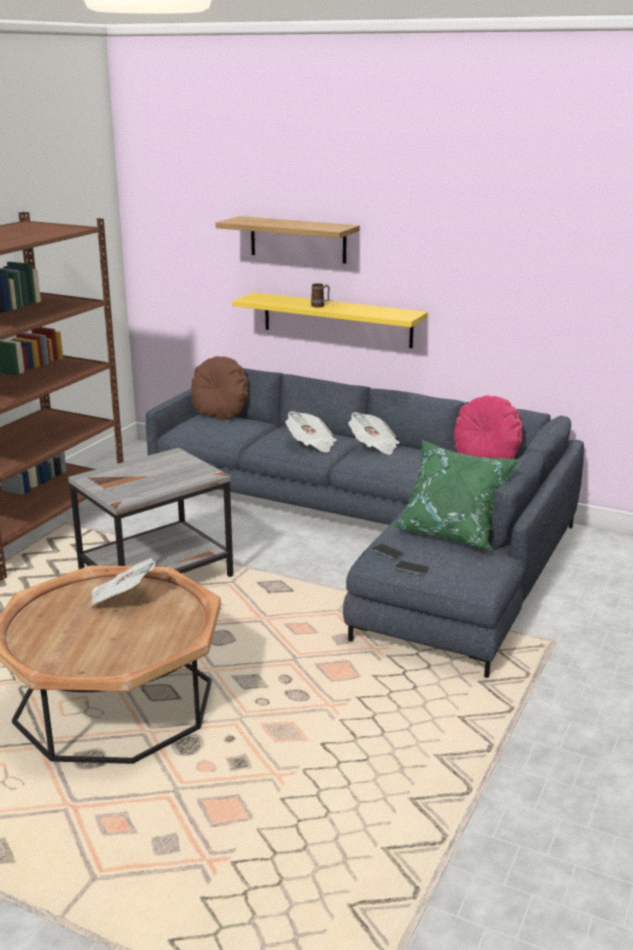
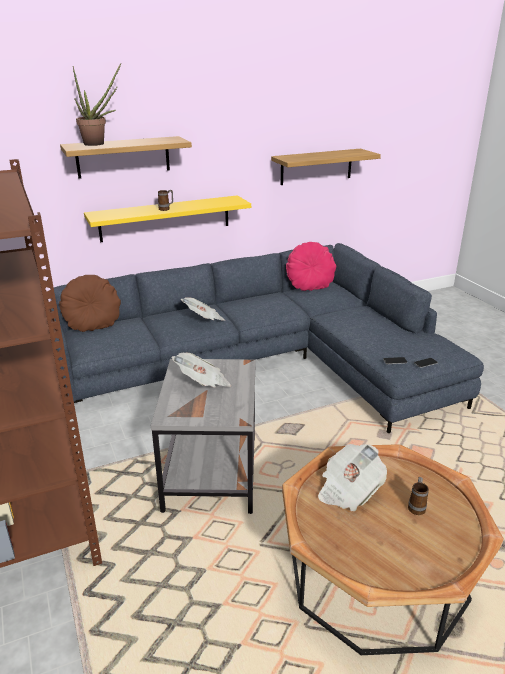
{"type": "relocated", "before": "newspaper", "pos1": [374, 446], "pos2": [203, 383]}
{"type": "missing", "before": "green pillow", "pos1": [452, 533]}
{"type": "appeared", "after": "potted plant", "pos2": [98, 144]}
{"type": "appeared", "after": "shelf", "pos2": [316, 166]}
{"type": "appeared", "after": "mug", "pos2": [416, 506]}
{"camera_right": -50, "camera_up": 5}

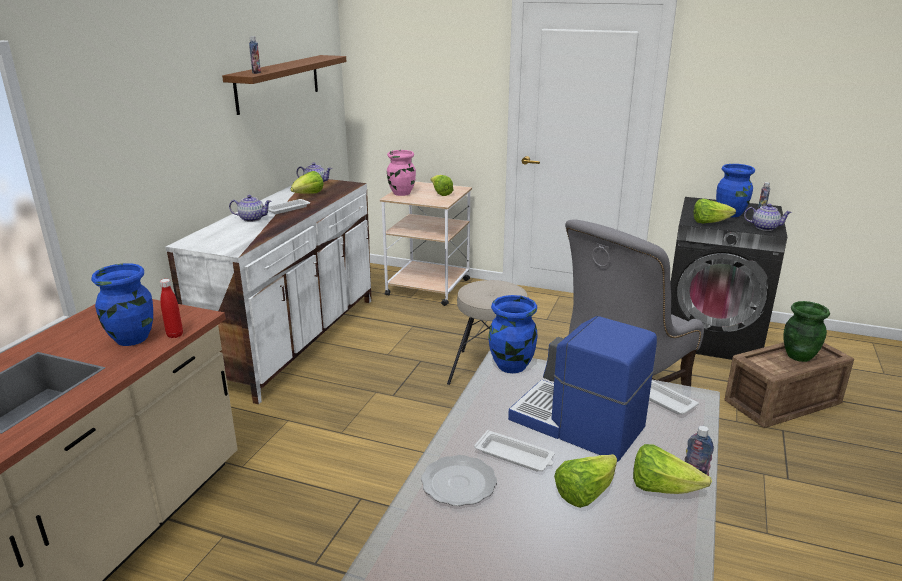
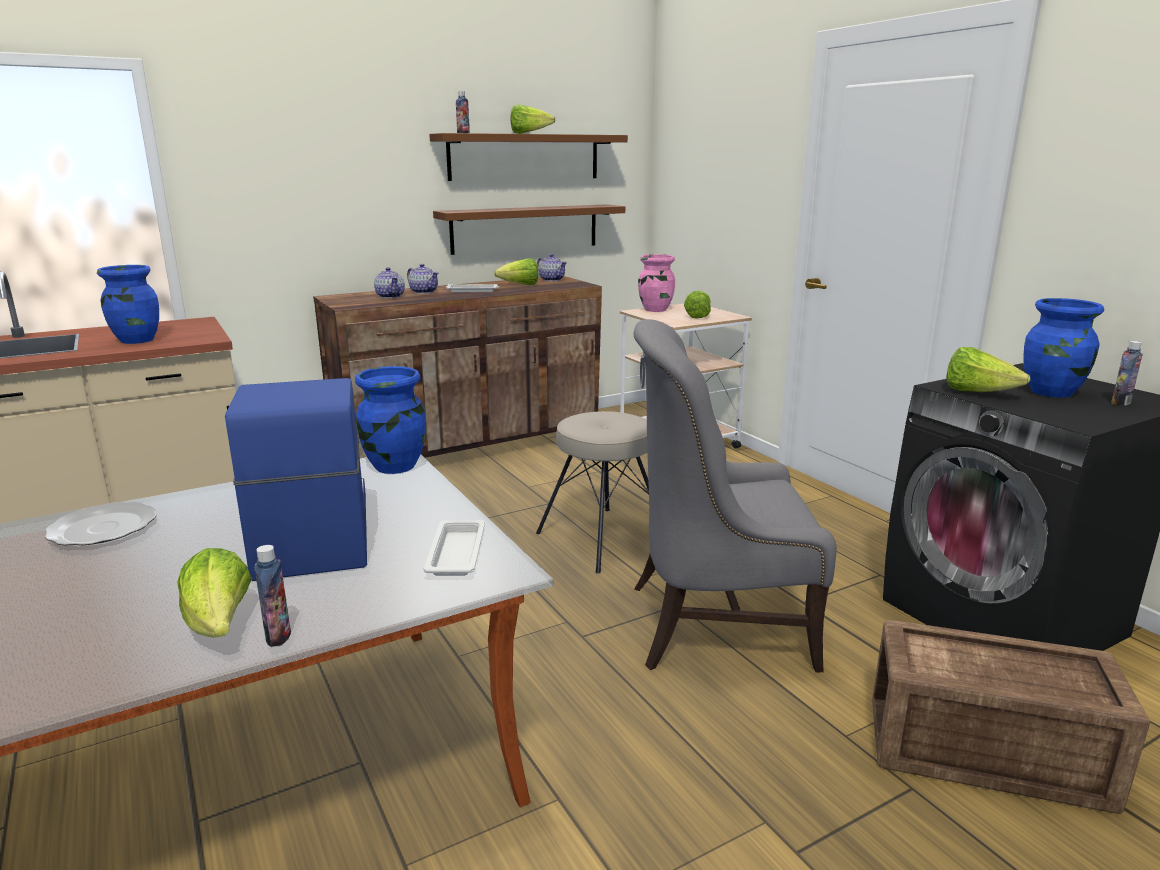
{"type": "missing", "before": "red bottle", "pos1": [175, 335]}
{"type": "colour", "before": "white cabinet", "after": "brown cabinet", "pos1": [295, 339], "pos2": [472, 448]}
{"type": "missing", "before": "white tray", "pos1": [515, 456]}
{"type": "relocated", "before": "lettuce", "pos1": [584, 493], "pos2": [529, 133]}
{"type": "relocated", "before": "teapot", "pos1": [764, 227], "pos2": [390, 296]}
{"type": "missing", "before": "green vase", "pos1": [798, 356]}
{"type": "appeared", "after": "brown shelf", "pos2": [525, 228]}
{"camera_right": 40, "camera_up": -5}

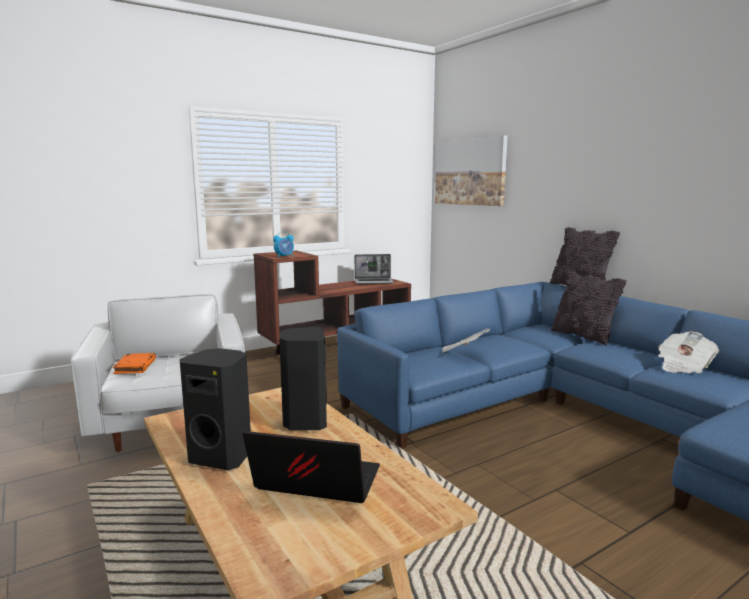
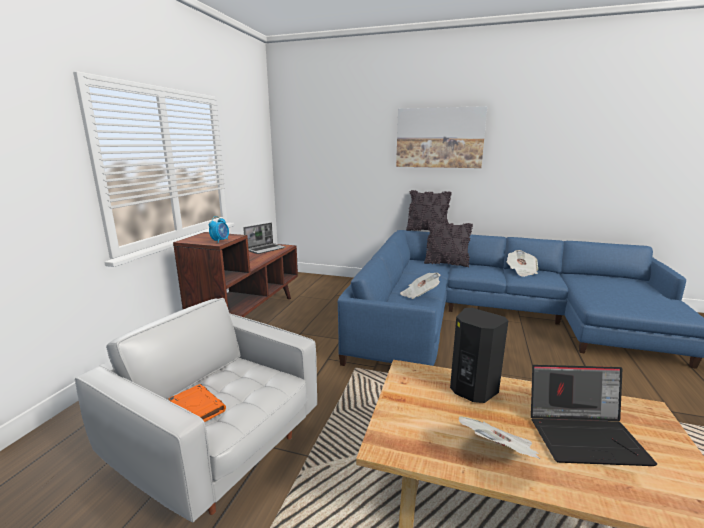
{"type": "exchanged", "before": "black speaker", "after": "newspaper", "pos1": [222, 457], "pos2": [498, 453]}
{"type": "spun", "before": "laptop", "pos1": [314, 484], "pos2": [585, 436], "turn": -150}
{"type": "relocated", "before": "picture", "pos1": [470, 172], "pos2": [439, 138]}
{"camera_right": -40, "camera_up": 5}

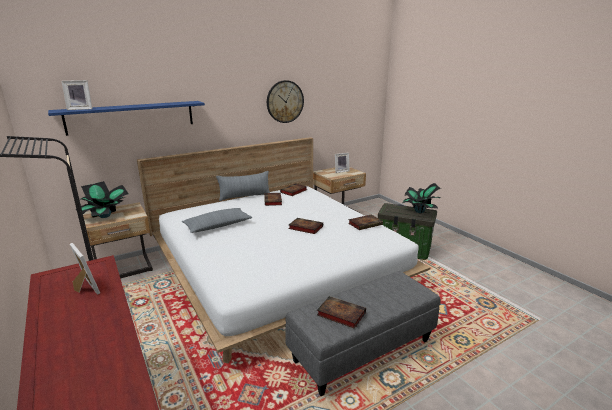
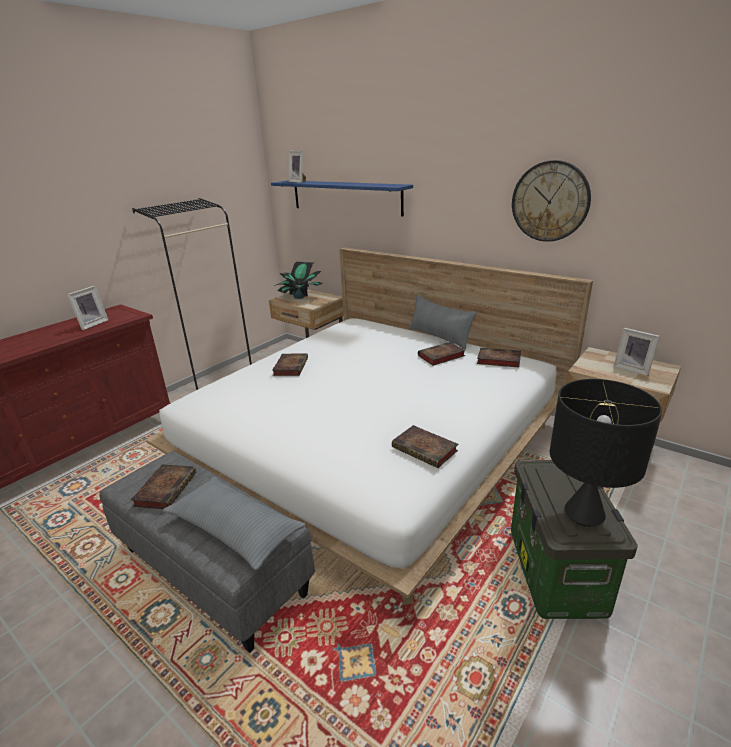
{"type": "relocated", "before": "grey pillow", "pos1": [217, 226], "pos2": [234, 529]}
{"type": "relocated", "before": "book", "pos1": [305, 227], "pos2": [290, 366]}
{"type": "exchanged", "before": "potted plant", "after": "black table lamp", "pos1": [419, 211], "pos2": [584, 516]}
{"camera_right": 70, "camera_up": 5}

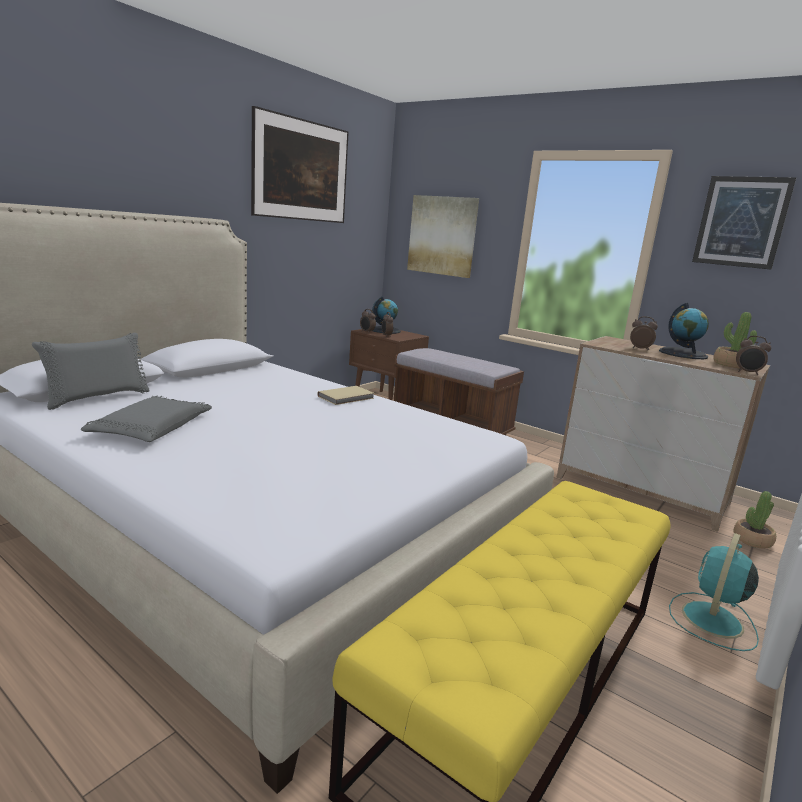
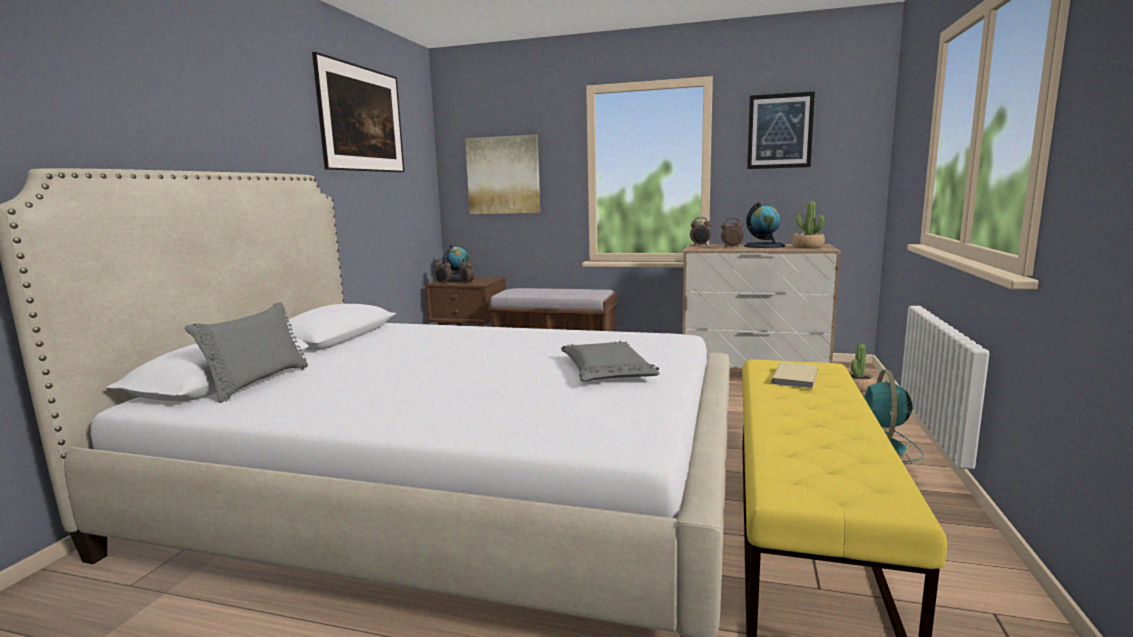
{"type": "relocated", "before": "grey pillow", "pos1": [152, 426], "pos2": [606, 369]}
{"type": "relocated", "before": "beige book", "pos1": [347, 397], "pos2": [796, 378]}
{"type": "relocated", "before": "alarm clock", "pos1": [748, 373], "pos2": [700, 245]}
{"camera_right": -20, "camera_up": -5}

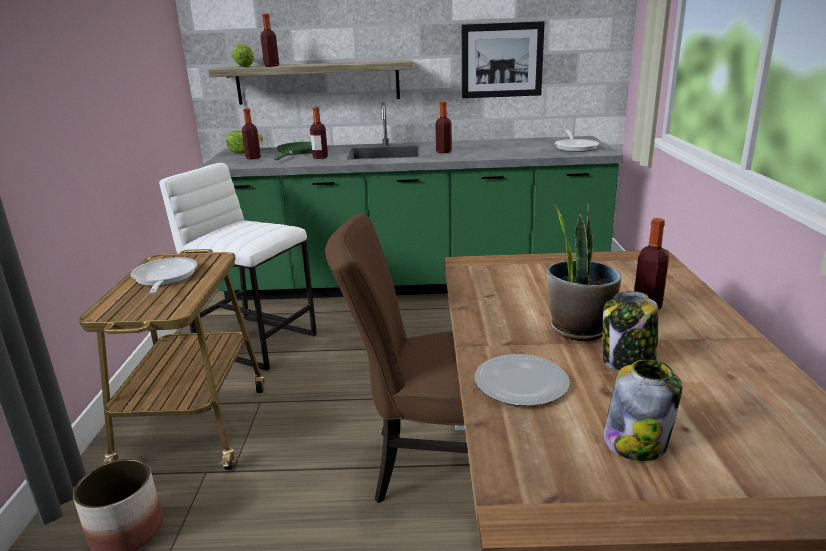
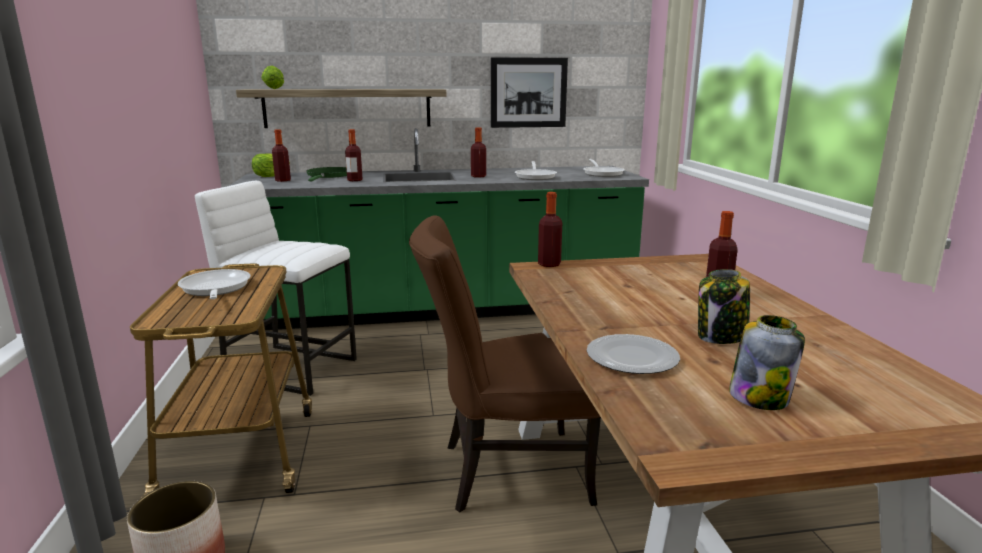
{"type": "relocated", "before": "bottle", "pos1": [271, 66], "pos2": [549, 264]}
{"type": "missing", "before": "potted plant", "pos1": [578, 329]}
{"type": "appeared", "after": "frying pan", "pos2": [535, 176]}
{"camera_right": -10, "camera_up": -5}

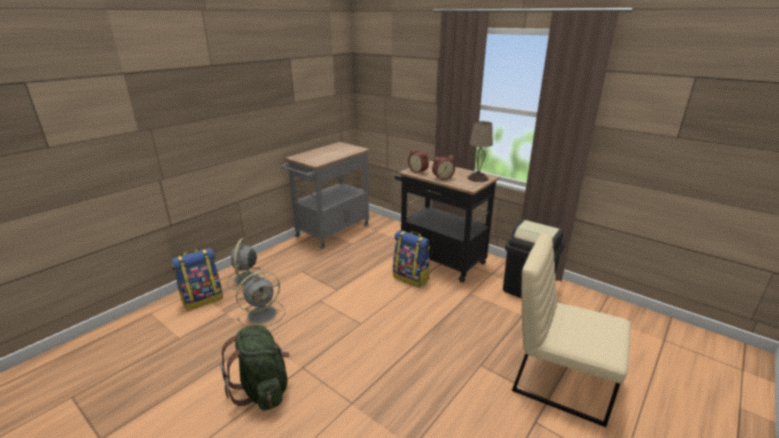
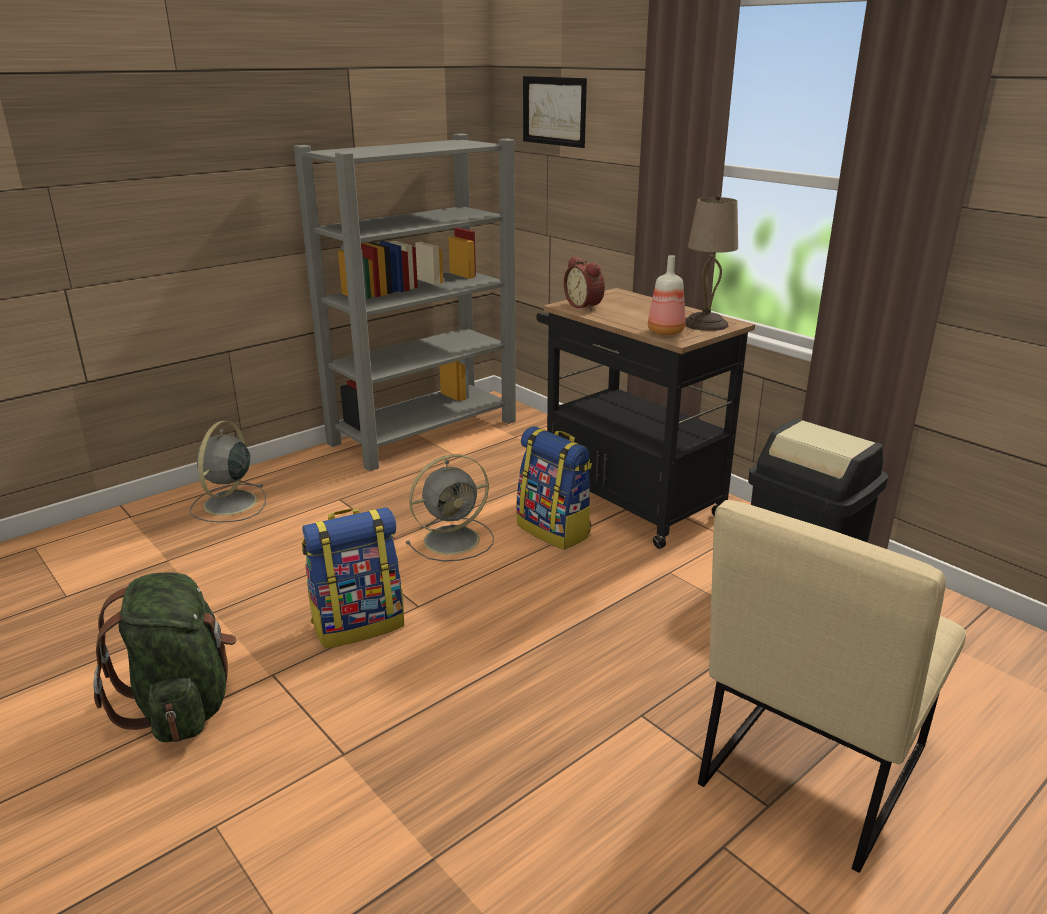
{"type": "relocated", "before": "backpack", "pos1": [203, 299], "pos2": [359, 624]}
{"type": "relocated", "before": "grey fan", "pos1": [263, 314], "pos2": [454, 539]}
{"type": "exchanged", "before": "grey cart", "after": "grey bookcase", "pos1": [331, 232], "pos2": [424, 432]}
{"type": "missing", "before": "alarm clock", "pos1": [442, 177]}
{"type": "spun", "before": "beige chair", "pos1": [559, 380], "pos2": [809, 769], "turn": -90}
{"type": "appeared", "after": "picture", "pos2": [554, 111]}
{"type": "appeared", "after": "bottle", "pos2": [664, 332]}
{"camera_right": 10, "camera_up": 0}

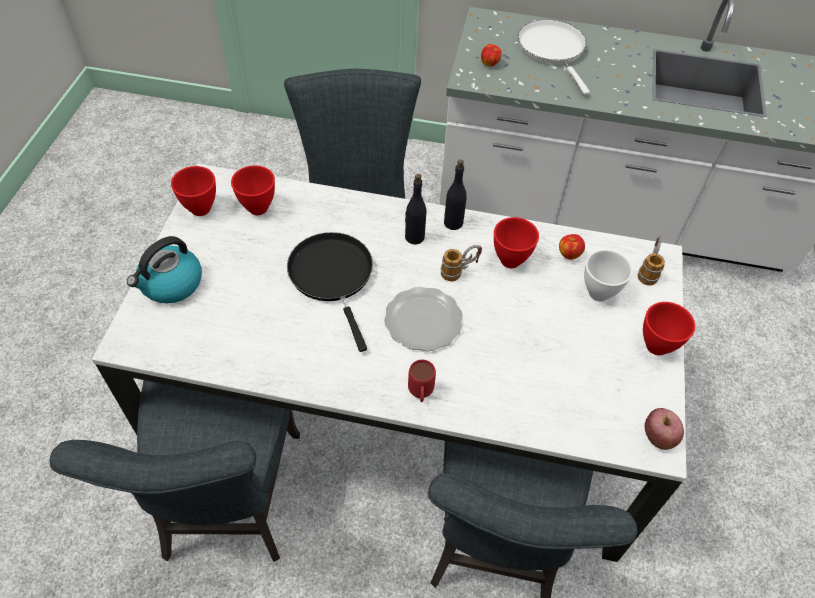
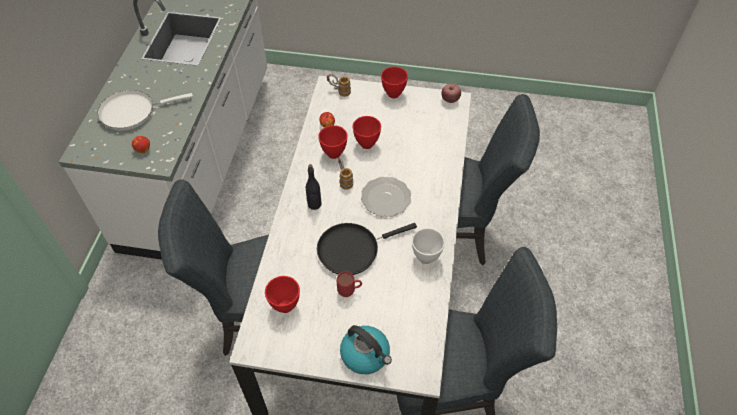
{"type": "relocated", "before": "red bowl", "pos1": [200, 208], "pos2": [366, 144]}
{"type": "relocated", "before": "red mug", "pos1": [420, 395], "pos2": [349, 292]}
{"type": "missing", "before": "black bottle", "pos1": [453, 222]}
{"type": "relocated", "before": "white bowl", "pos1": [599, 292], "pos2": [425, 257]}
{"camera_right": -90, "camera_up": 0}

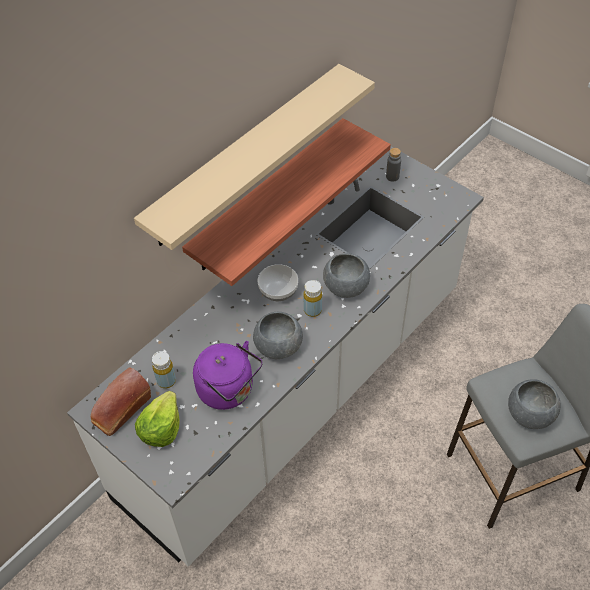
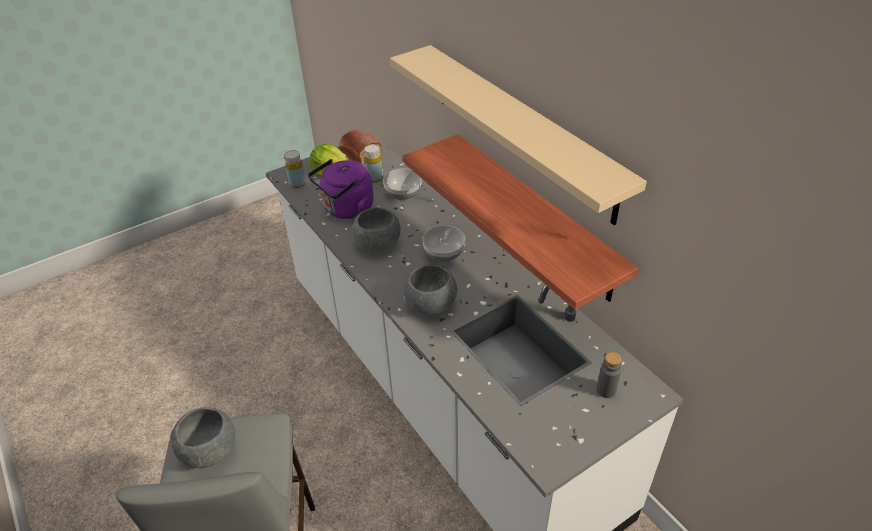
{"type": "relocated", "before": "yellow bottle", "pos1": [312, 310], "pos2": [297, 184]}
{"type": "appeared", "after": "bowl", "pos2": [403, 194]}
{"camera_right": 105, "camera_up": -10}

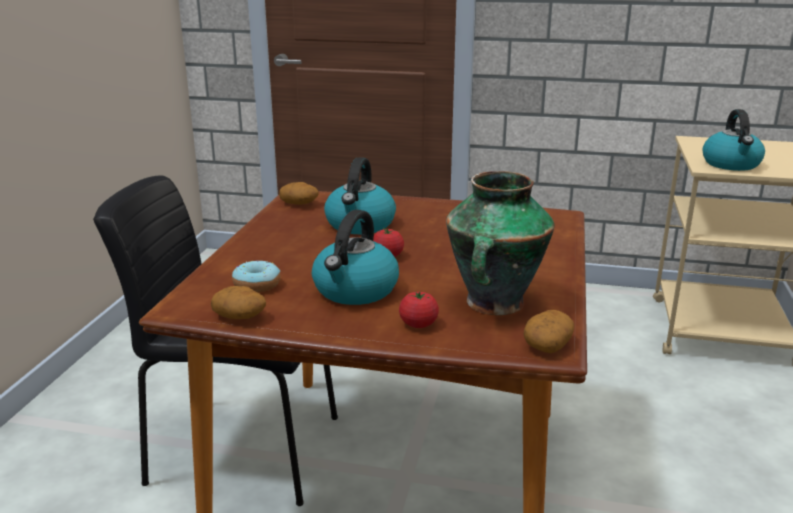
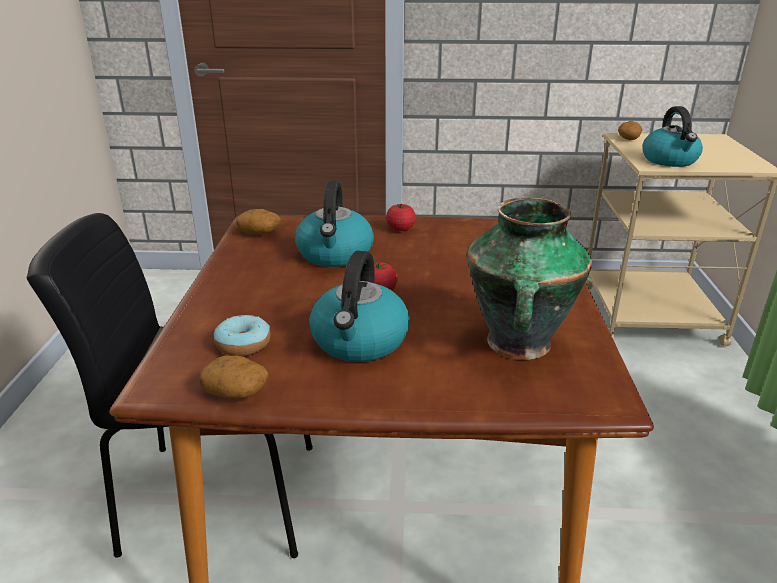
{"type": "relocated", "before": "tomato", "pos1": [418, 324], "pos2": [400, 229]}
{"type": "relocated", "before": "potato", "pos1": [547, 345], "pos2": [628, 138]}
{"camera_right": -10, "camera_up": 5}

